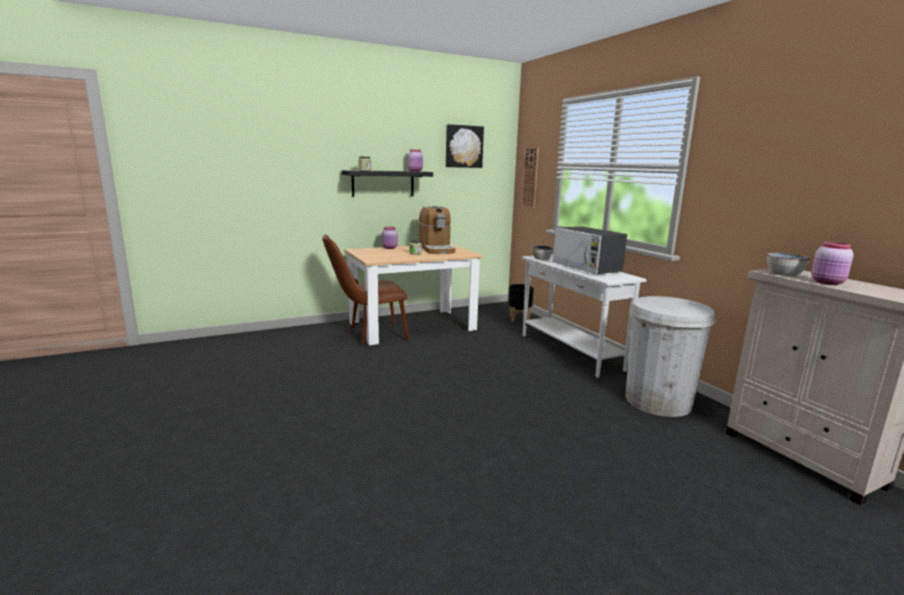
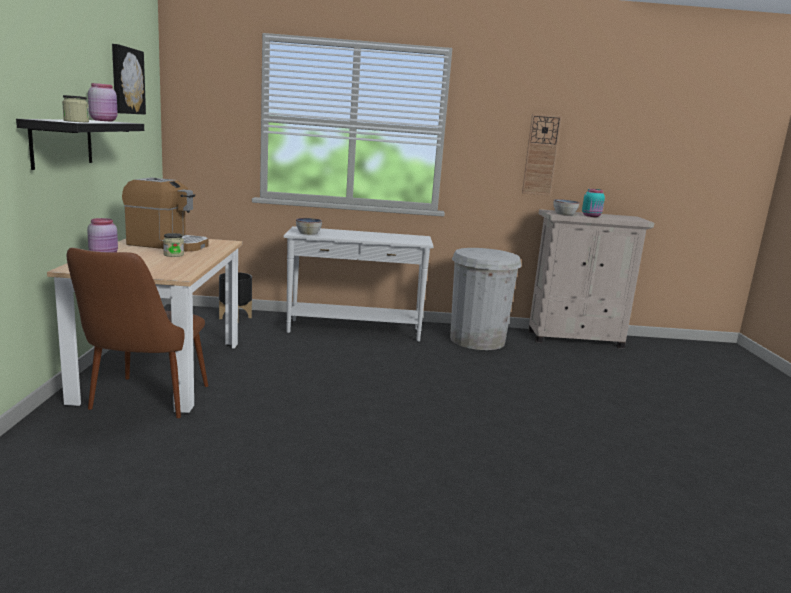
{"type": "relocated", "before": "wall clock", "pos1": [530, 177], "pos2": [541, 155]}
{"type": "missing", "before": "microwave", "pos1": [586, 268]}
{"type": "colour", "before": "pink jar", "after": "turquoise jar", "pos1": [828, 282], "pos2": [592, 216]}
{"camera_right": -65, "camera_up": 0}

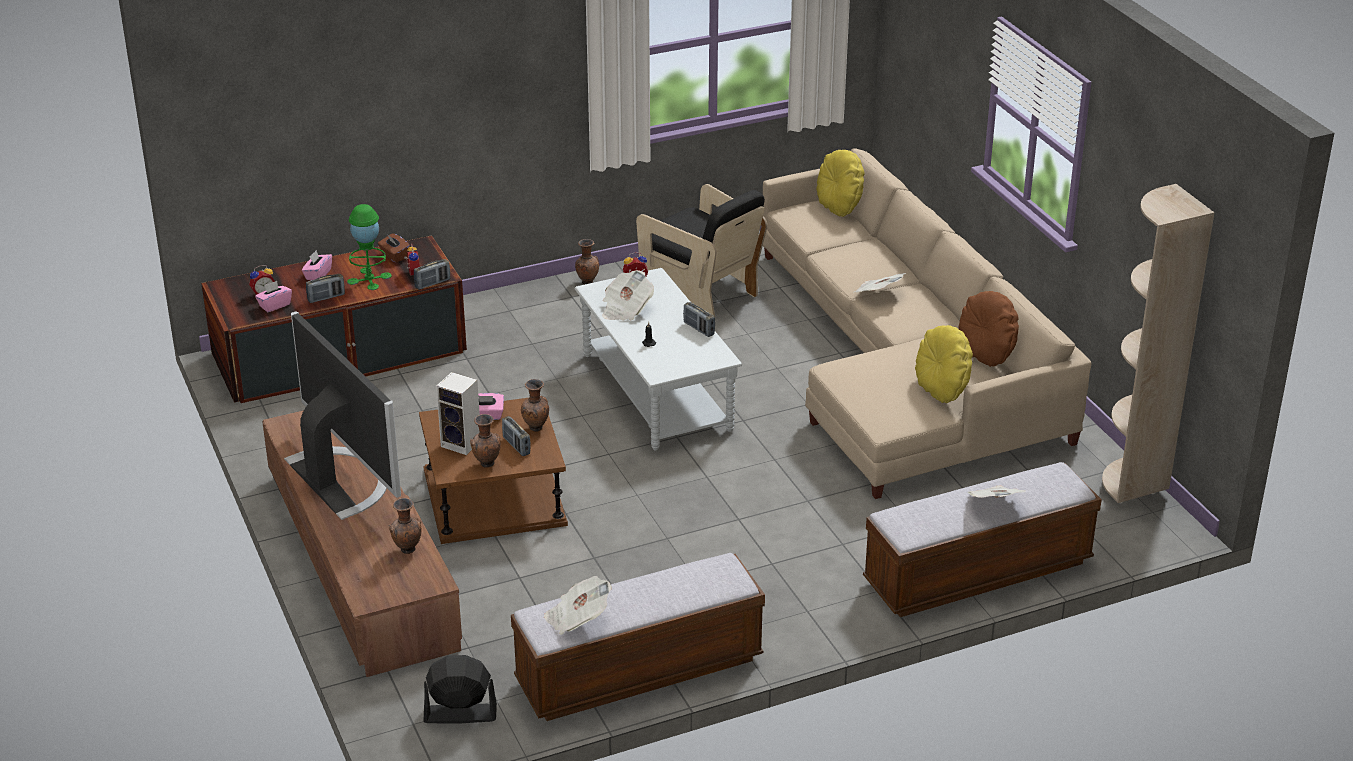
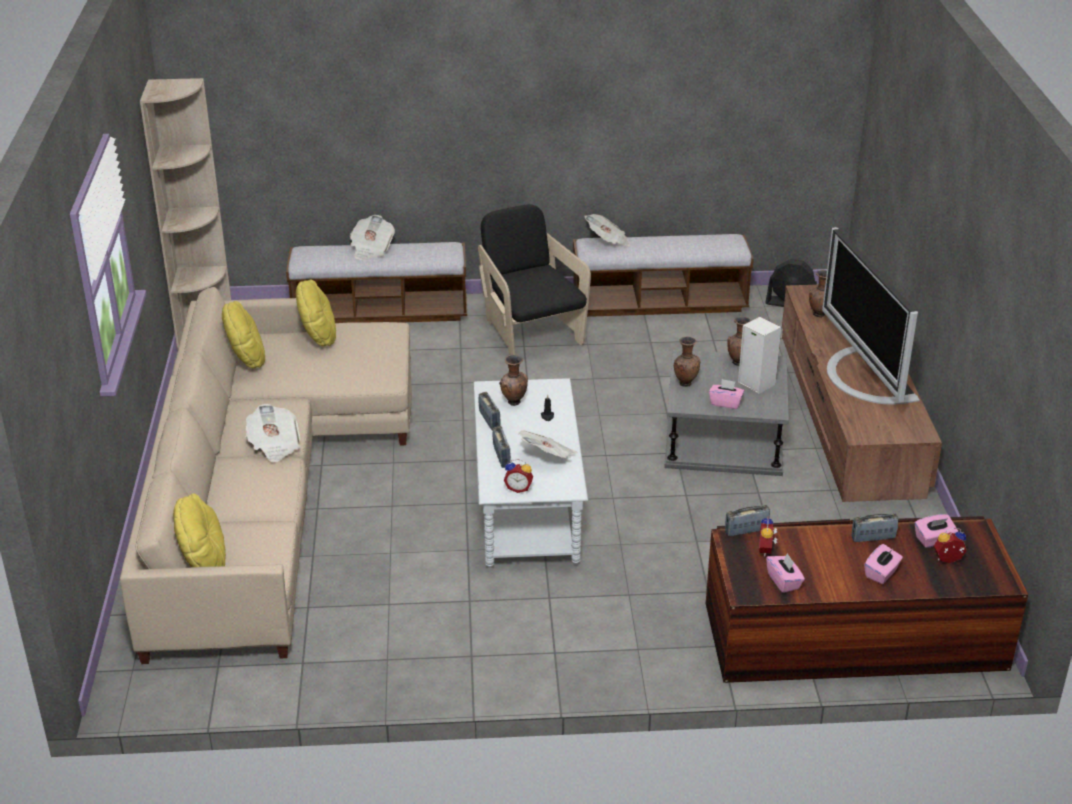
{"type": "missing", "before": "green table lamp", "pos1": [369, 279]}
{"type": "colour", "before": "brown tissue box", "after": "pink tissue box", "pos1": [394, 256], "pos2": [784, 582]}
{"type": "colour", "before": "brown side table", "after": "grey side table", "pos1": [494, 497], "pos2": [724, 438]}
{"type": "relocated", "before": "radio", "pos1": [516, 446], "pos2": [501, 456]}
{"type": "relocated", "before": "newspaper", "pos1": [577, 618], "pos2": [608, 241]}
{"type": "relocated", "before": "brown vase", "pos1": [587, 282], "pos2": [514, 403]}
{"type": "relocated", "before": "black armchair", "pos1": [701, 291], "pos2": [531, 333]}
{"type": "colour", "before": "brown pillow", "after": "yellow pillow", "pos1": [986, 355], "pos2": [246, 361]}
{"camera_right": -160, "camera_up": 0}

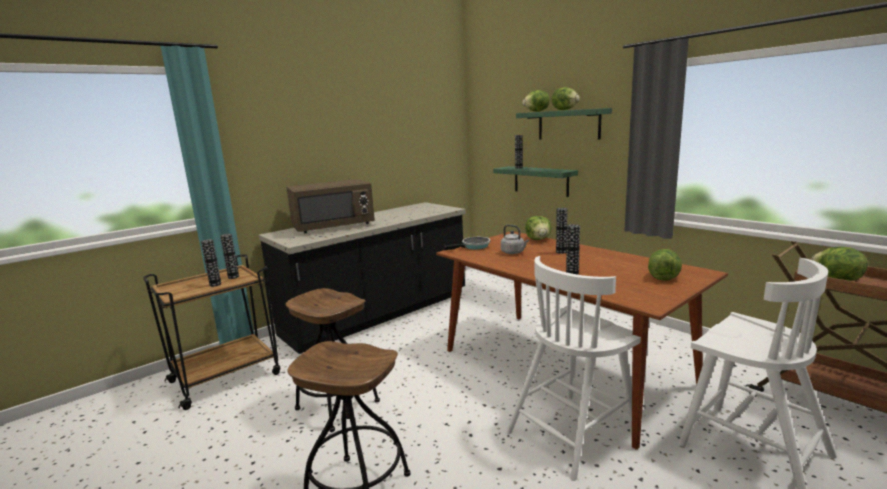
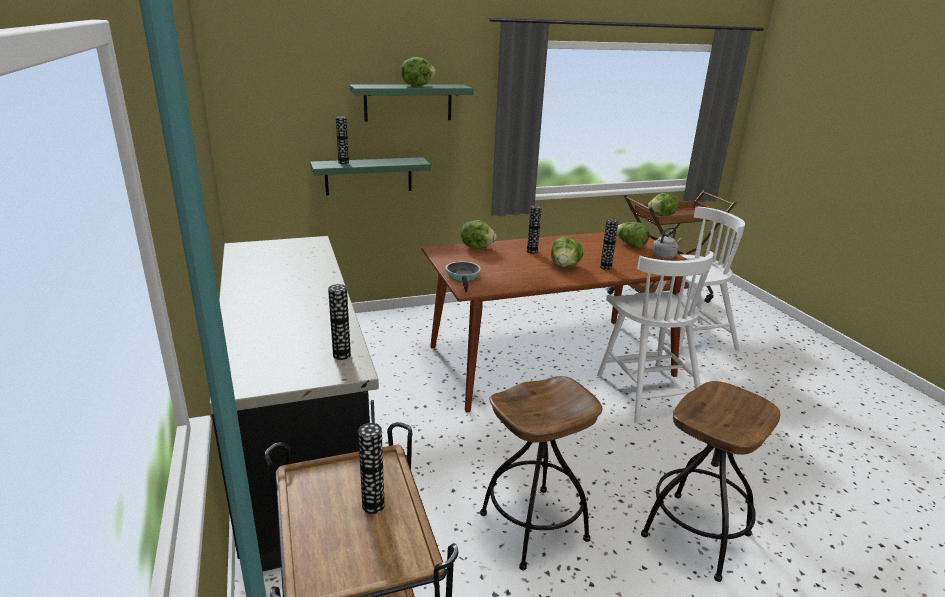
{"type": "relocated", "before": "vase", "pos1": [233, 277], "pos2": [342, 355]}
{"type": "missing", "before": "brown microwave", "pos1": [333, 227]}
{"type": "relocated", "before": "grey kettle", "pos1": [513, 252], "pos2": [664, 256]}
{"type": "relocated", "before": "lettuce", "pos1": [537, 111], "pos2": [565, 266]}
{"camera_right": -70, "camera_up": 10}

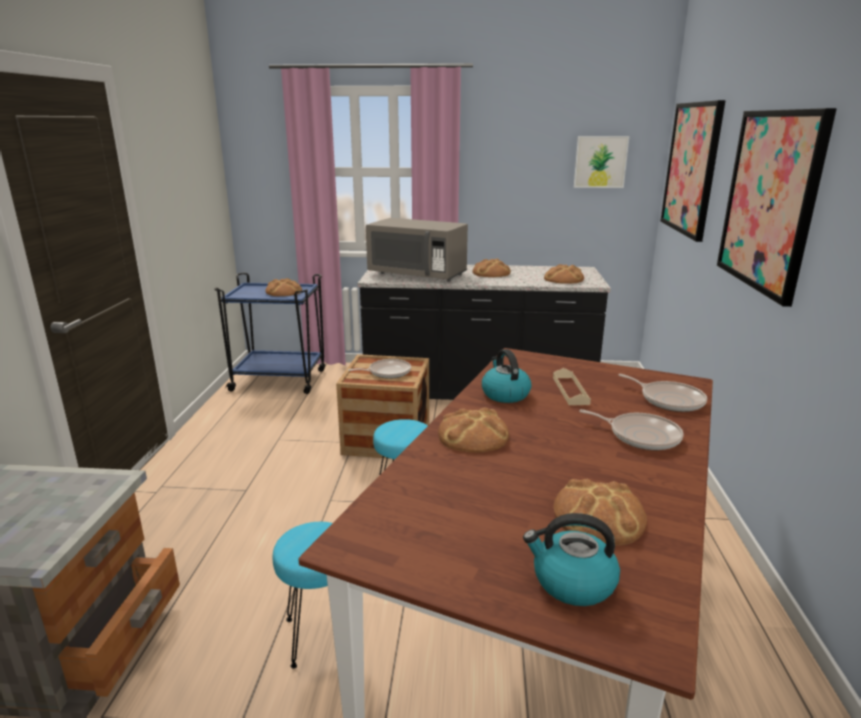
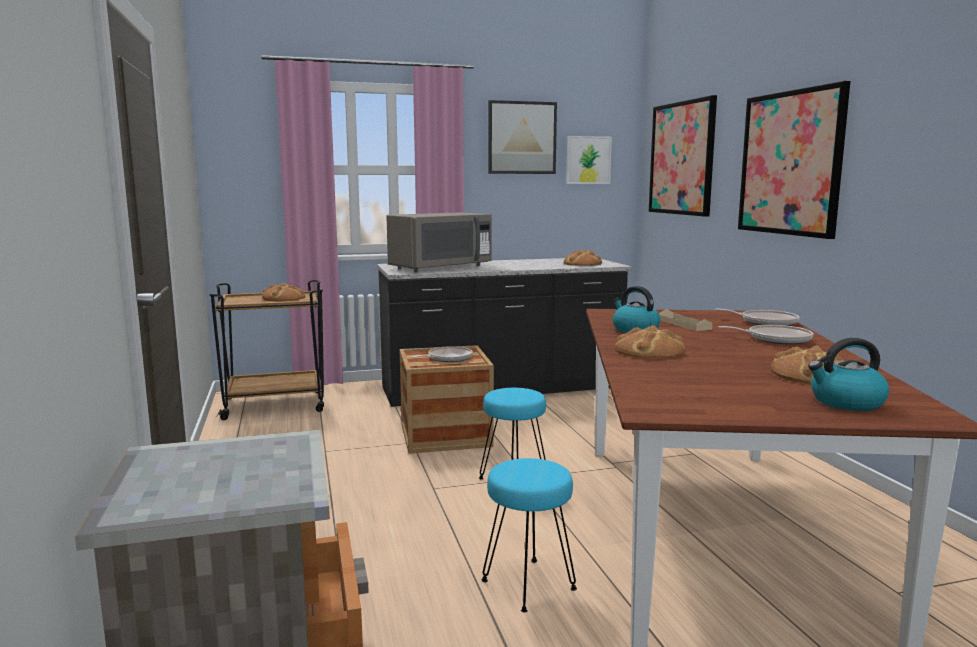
{"type": "colour", "before": "blue cart", "after": "brown cart", "pos1": [280, 380], "pos2": [276, 405]}
{"type": "spun", "before": "grey microwave", "pos1": [417, 275], "pos2": [440, 268], "turn": -45}
{"type": "missing", "before": "bread", "pos1": [491, 273]}
{"type": "appeared", "after": "picture", "pos2": [522, 138]}
{"camera_right": -20, "camera_up": -10}

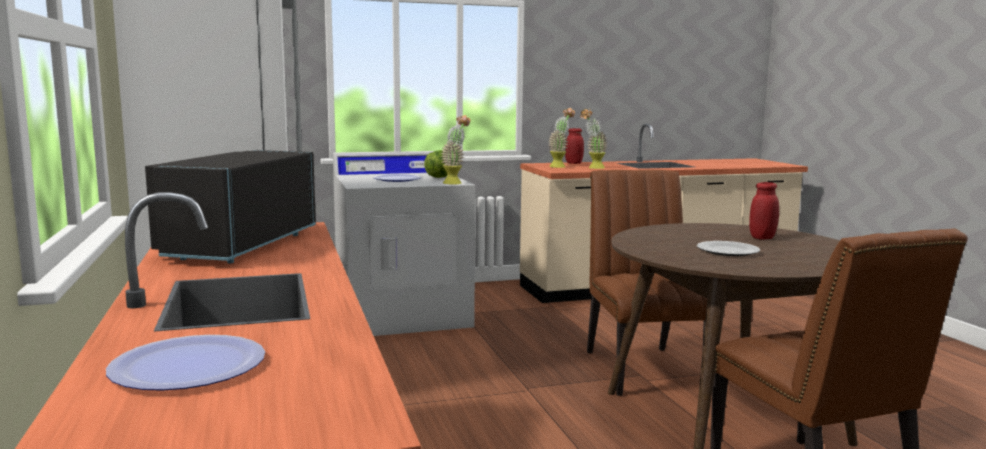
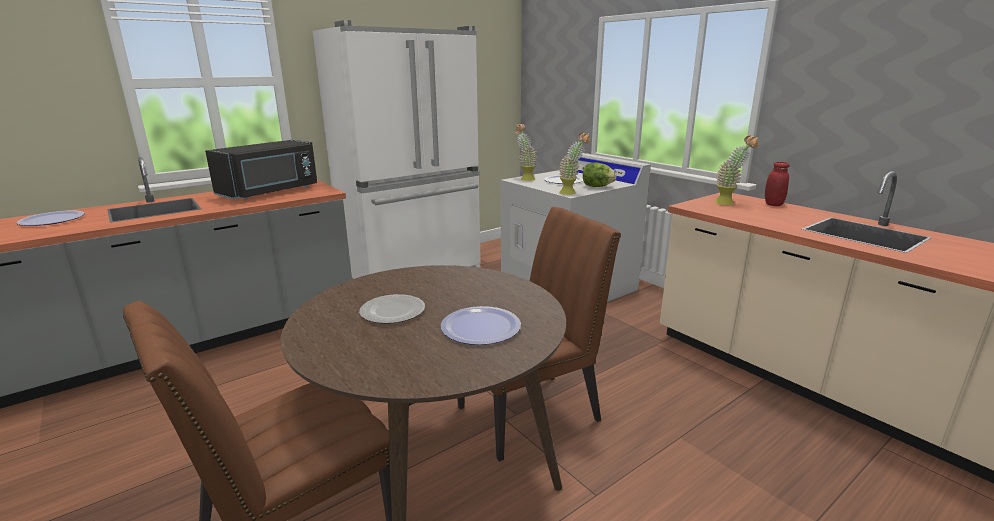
{"type": "spun", "before": "black microwave", "pos1": [237, 245], "pos2": [271, 192], "turn": 135}
{"type": "relocated", "before": "potted plant", "pos1": [592, 168], "pos2": [525, 178]}
{"type": "exchanged", "before": "red jar", "after": "plate", "pos1": [762, 238], "pos2": [481, 327]}
{"camera_right": 70, "camera_up": 10}

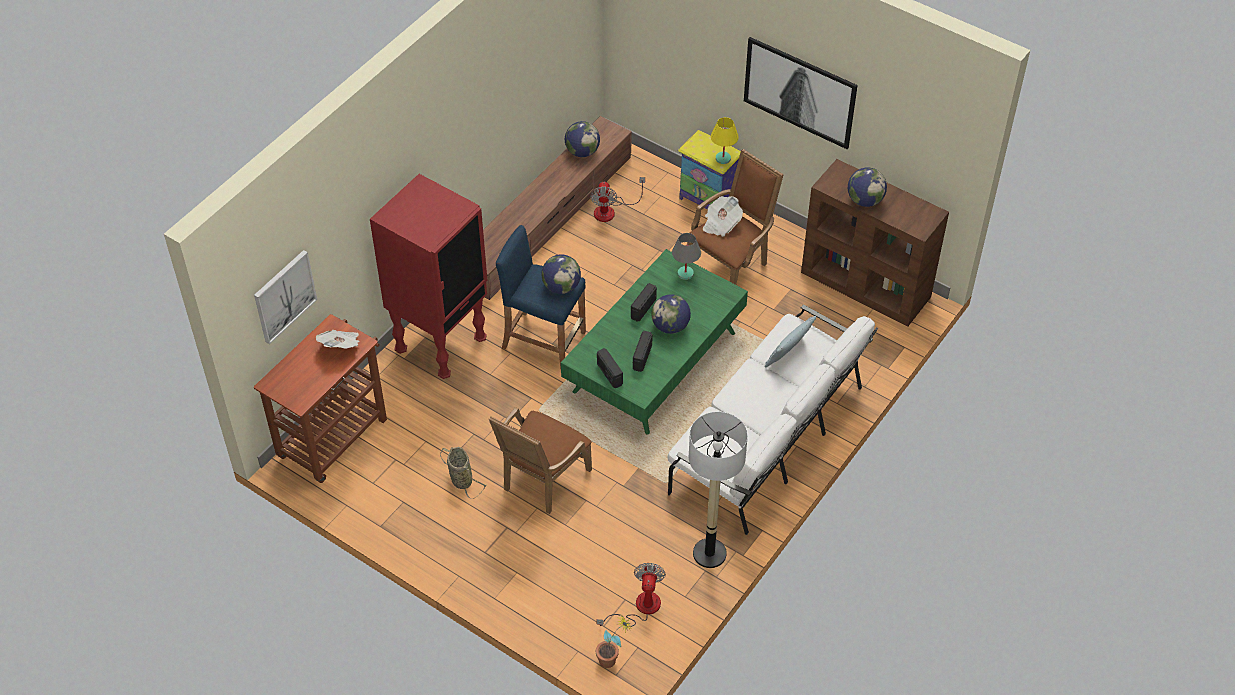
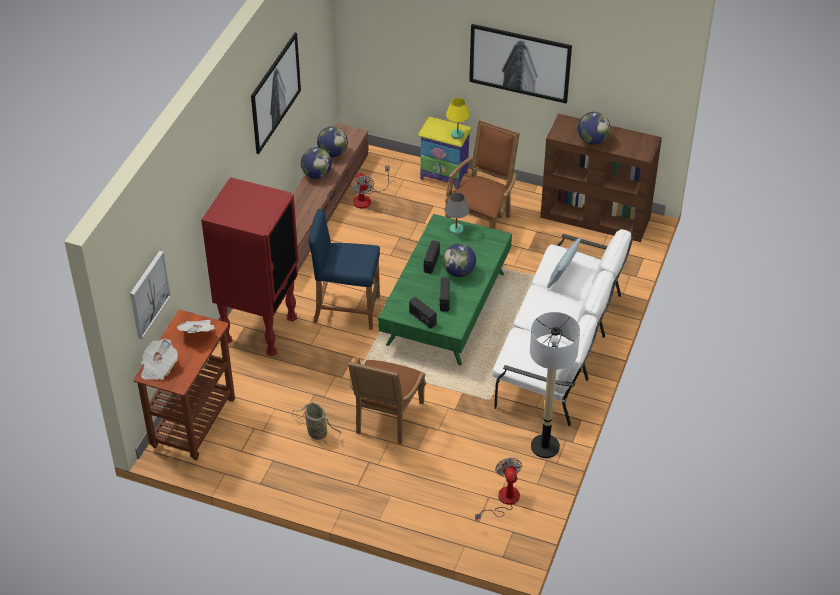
{"type": "relocated", "before": "globe", "pos1": [561, 287], "pos2": [316, 174]}
{"type": "missing", "before": "potted plant", "pos1": [612, 659]}
{"type": "relocated", "before": "newspaper", "pos1": [721, 224], "pos2": [158, 367]}
{"type": "appeared", "after": "picture", "pos2": [275, 92]}
{"camera_right": -15, "camera_up": -5}

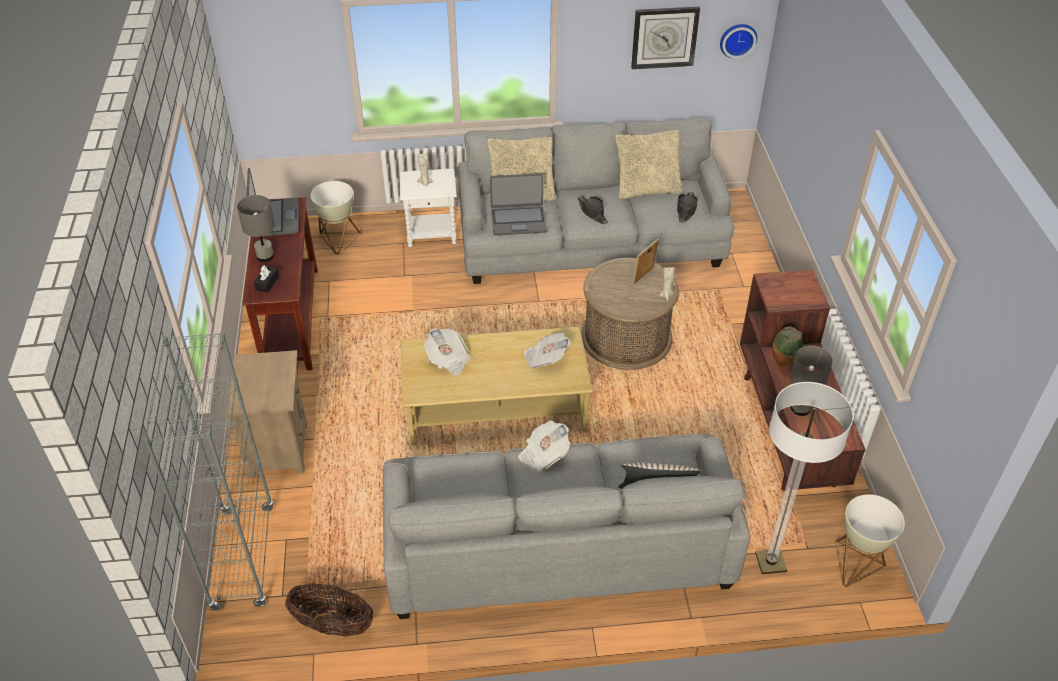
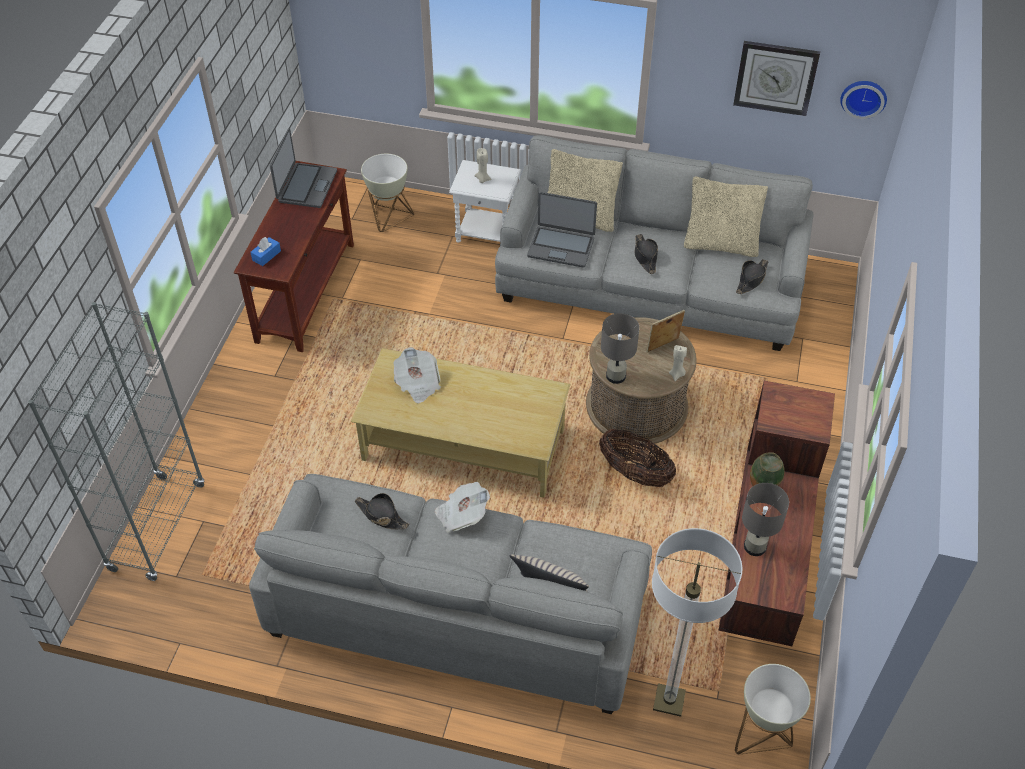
{"type": "missing", "before": "beige nightstand", "pos1": [280, 448]}
{"type": "relocated", "before": "grey table lamp", "pos1": [265, 256], "pos2": [616, 375]}
{"type": "colour", "before": "black tissue box", "after": "blue tissue box", "pos1": [267, 283], "pos2": [266, 255]}
{"type": "relocated", "before": "basket", "pos1": [333, 624], "pos2": [635, 473]}
{"type": "missing", "before": "newspaper", "pos1": [545, 359]}
{"type": "appeared", "after": "black hat", "pos2": [381, 515]}
{"camera_right": 20, "camera_up": 5}

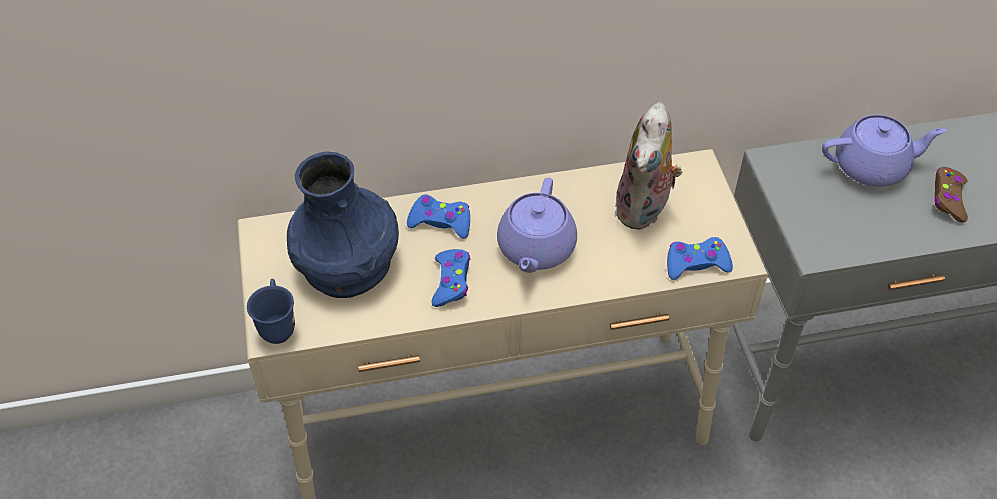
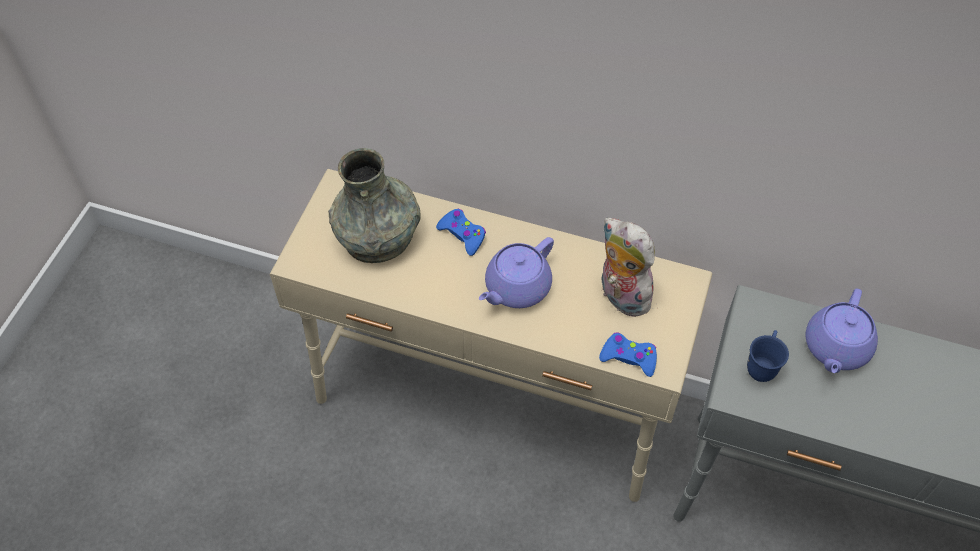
{"type": "relocated", "before": "blue mug", "pos1": [277, 325], "pos2": [762, 366]}
{"type": "colour", "before": "blue vase", "after": "grey vase", "pos1": [347, 262], "pos2": [378, 235]}
{"type": "missing", "before": "blue game controller", "pos1": [451, 282]}
{"type": "spun", "before": "plush toy", "pos1": [644, 209], "pos2": [620, 296], "turn": 90}
{"type": "spun", "before": "purple teapot", "pos1": [872, 166], "pos2": [836, 348], "turn": 90}
{"type": "missing", "before": "brown game controller", "pos1": [948, 198]}
{"camera_right": 30, "camera_up": 5}

